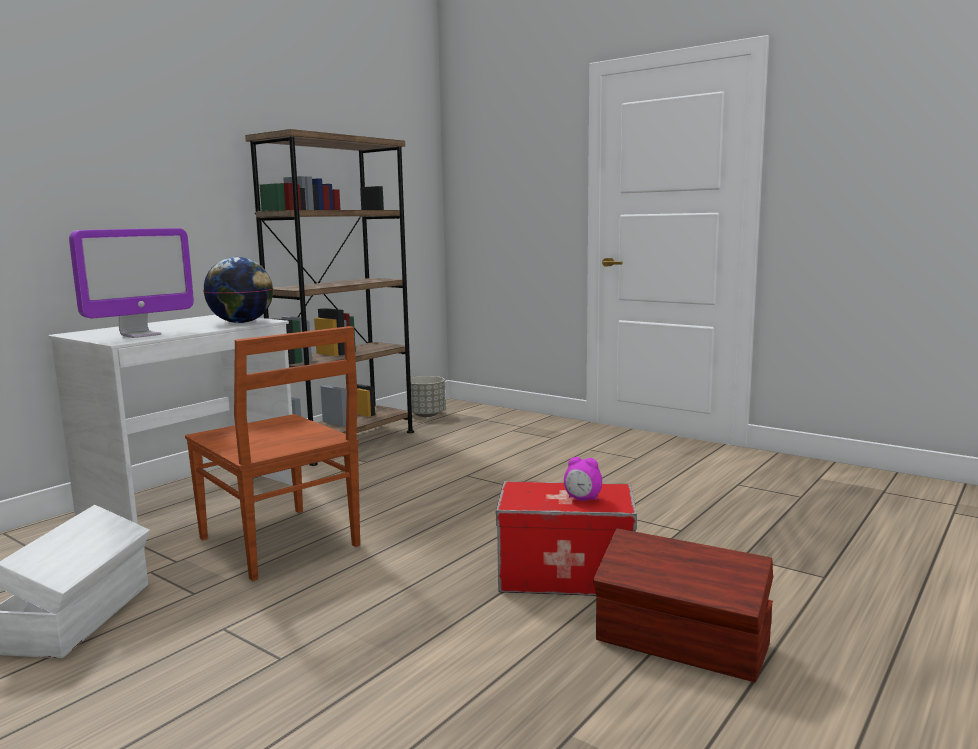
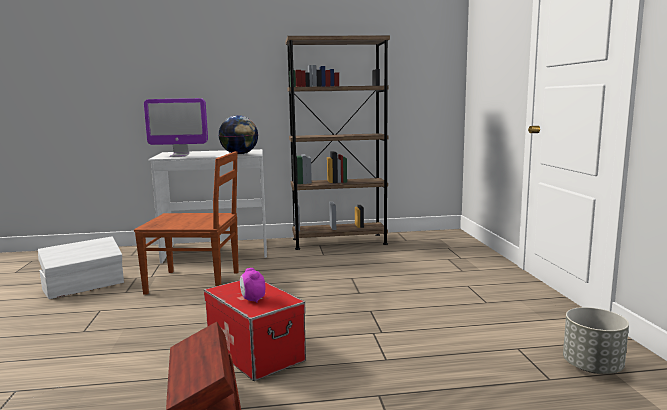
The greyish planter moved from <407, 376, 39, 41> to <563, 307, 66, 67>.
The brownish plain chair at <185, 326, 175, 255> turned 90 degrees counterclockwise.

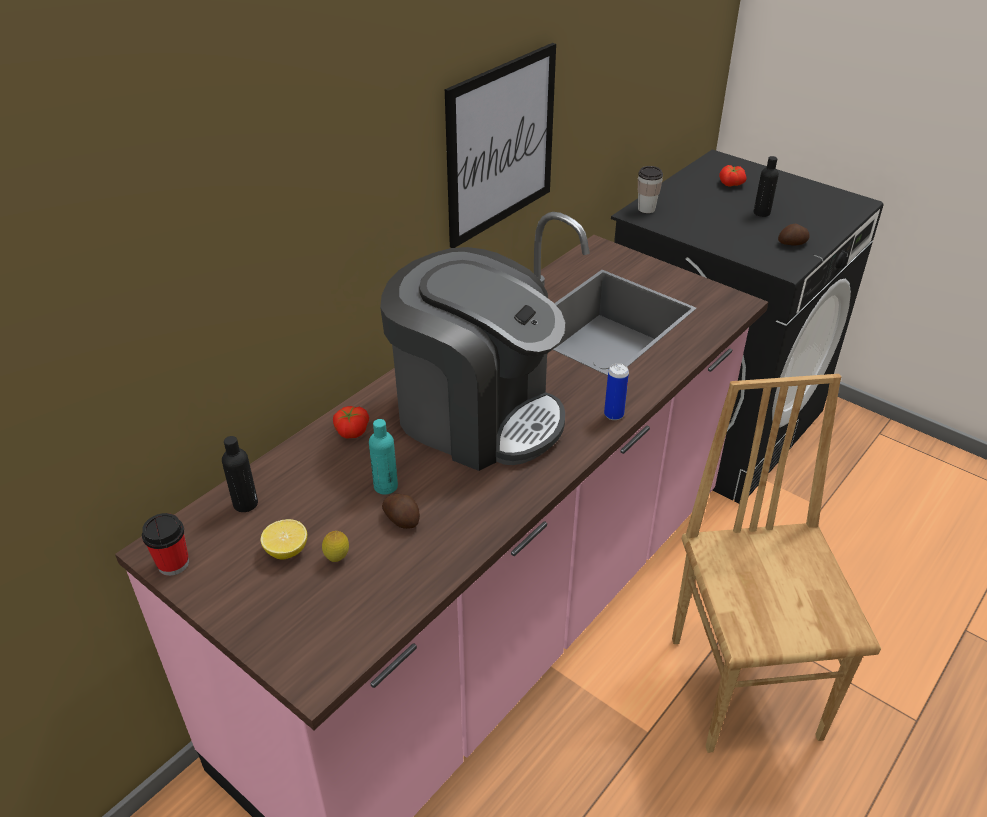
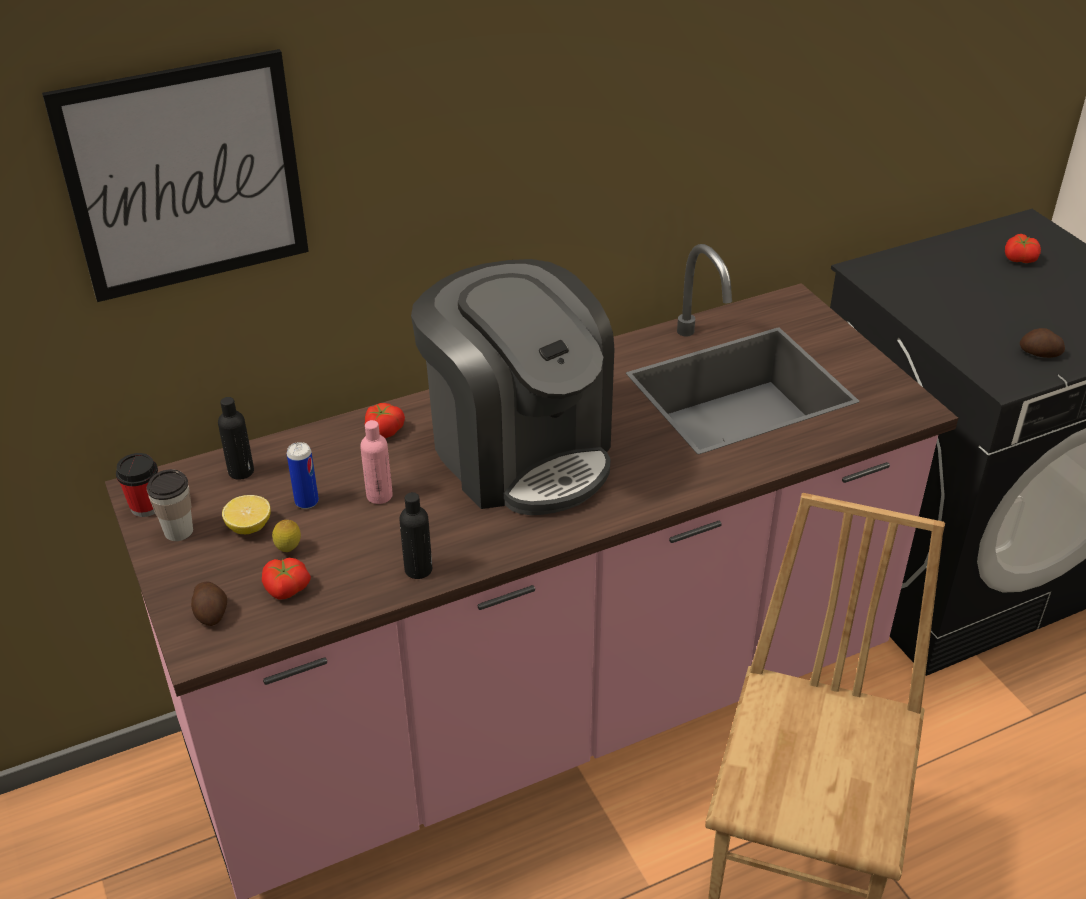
The whole tomato at <262, 558, 49, 42> appeared.
The whole potato moved from <382, 494, 38, 35> to <191, 581, 36, 45>.
The wall picture moved from <445, 43, 111, 205> to <42, 49, 267, 253>.
The can moved from <604, 363, 25, 57> to <287, 442, 32, 67>.
The drinking cup moved from <638, 166, 25, 47> to <147, 469, 46, 72>.
The black-coloured drink bottle moved from <753, 156, 26, 61> to <399, 492, 33, 87>.
The turquoise drink bottle at <369, 419, 29, 76> became the pinkish drink bottle at <360, 420, 33, 84>.

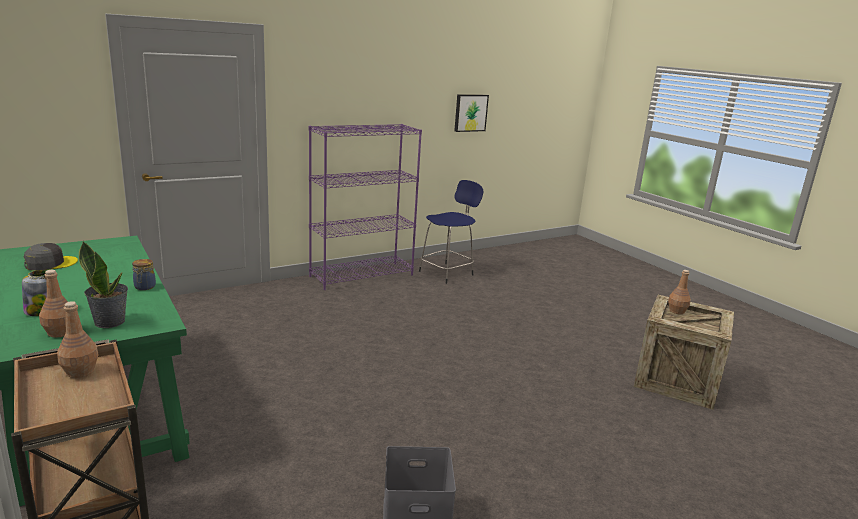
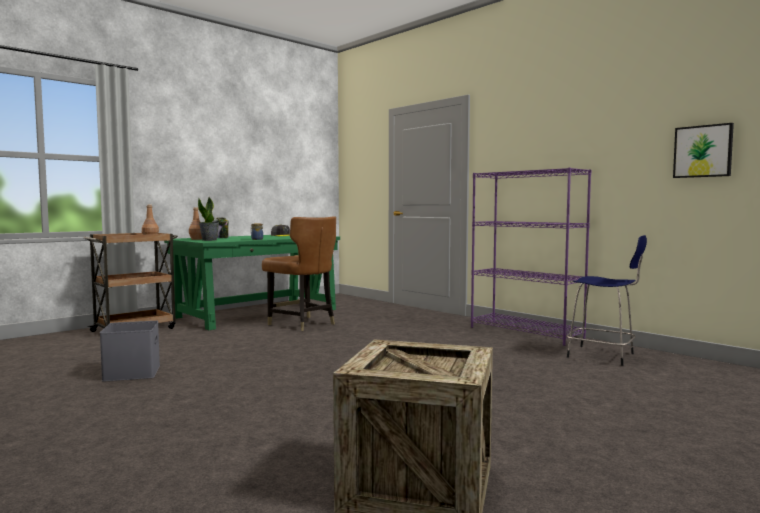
The brownish drink bottle at <668, 270, 23, 44> disappeared.
The brownish plain chair at <262, 216, 74, 115> appeared.

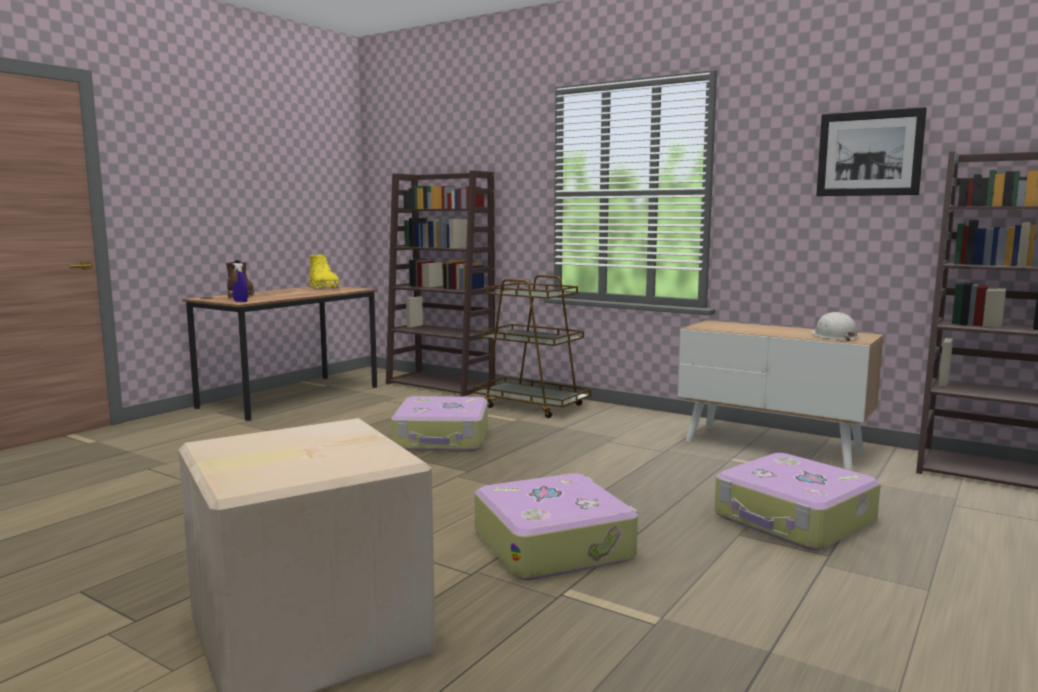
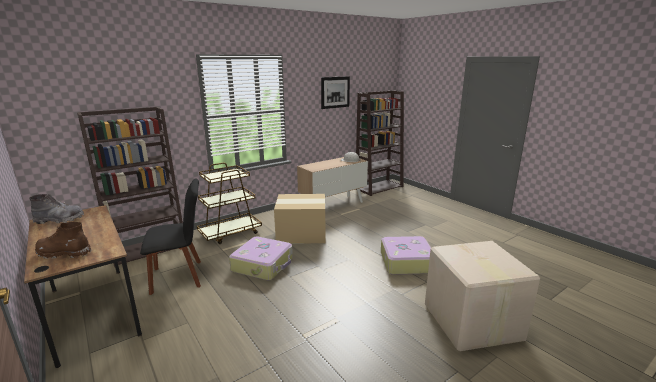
The blue spray bottle at <233, 263, 15, 39> disappeared.
The suitcase at <714, 453, 167, 97> disappeared.
The black-coloured plain chair at <140, 179, 61, 116> appeared.
The packing box at <274, 194, 51, 50> appeared.
The yellow-coloured high-top boot at <309, 254, 31, 35> became the greyish high-top boot at <29, 194, 55, 30>.

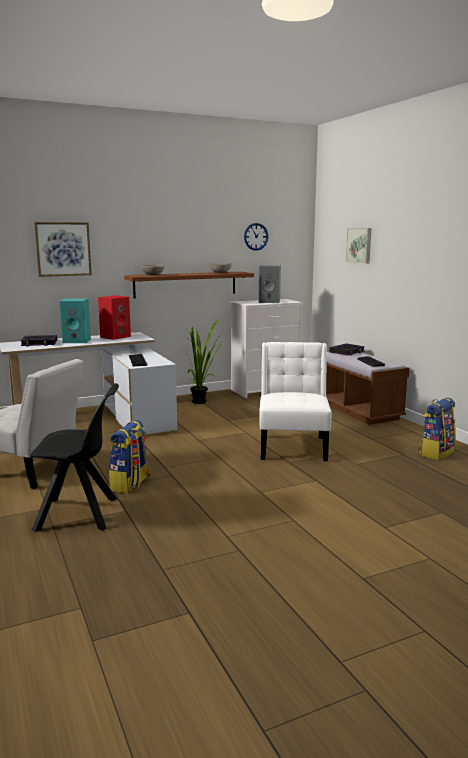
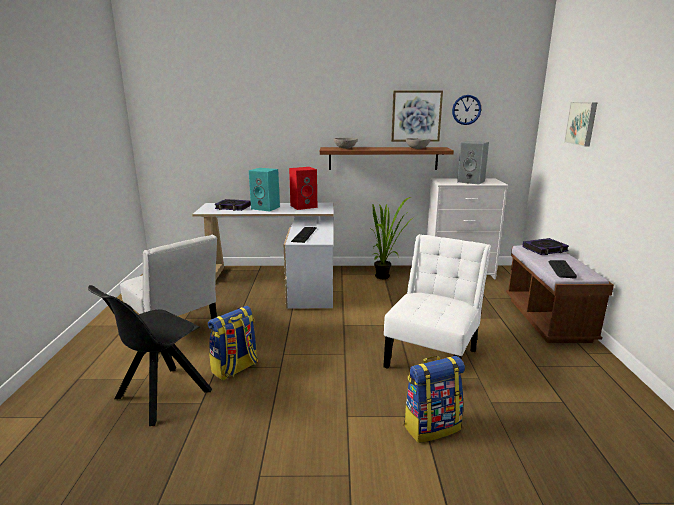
The wall picture moved from <34, 222, 58, 55> to <391, 91, 52, 51>.
The backpack moved from <419, 398, 37, 62> to <404, 356, 61, 87>.
The black-coloured plain chair at <29, 383, 90, 149> turned 105 degrees clockwise.

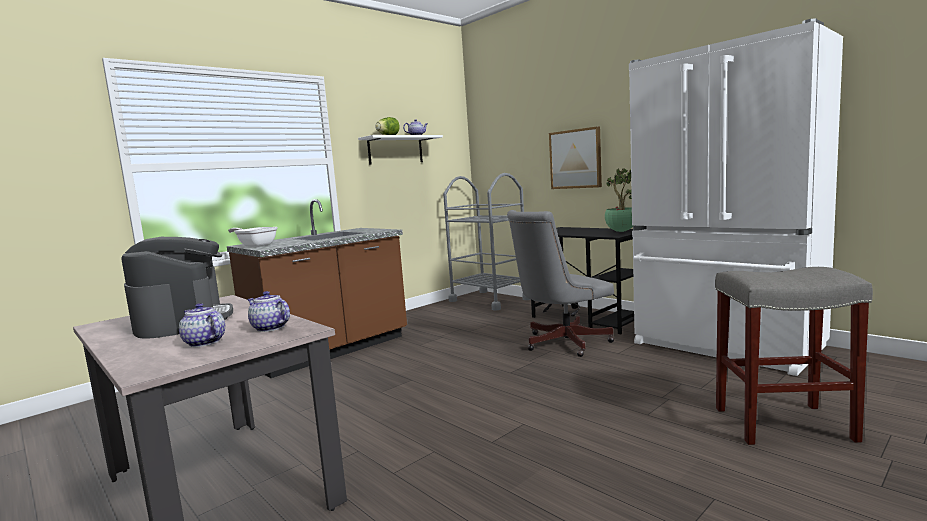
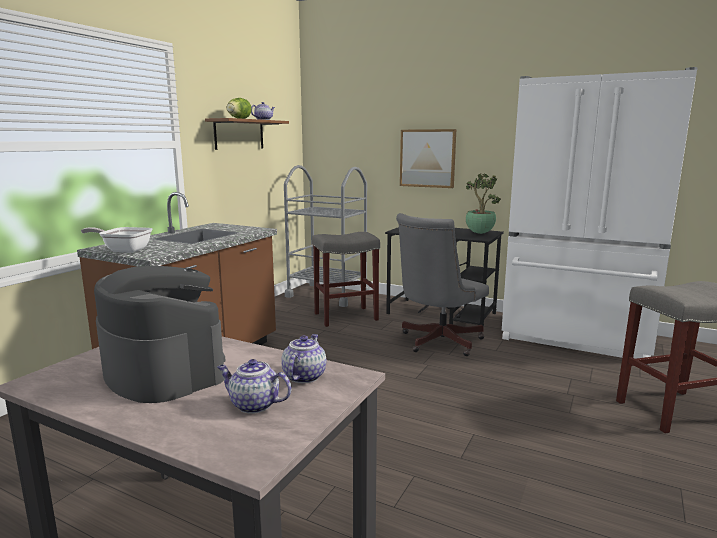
The greyish stool seat at <312, 232, 68, 95> appeared.
The whitish wall shelf at <358, 135, 85, 30> became the brownish wall shelf at <205, 118, 84, 32>.
The tea pot at <247, 291, 43, 41> turned 90 degrees clockwise.

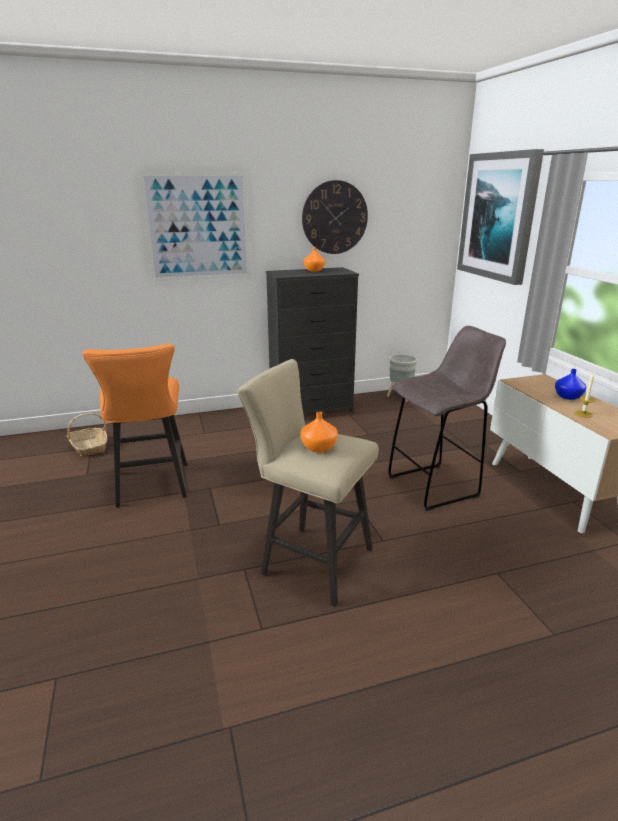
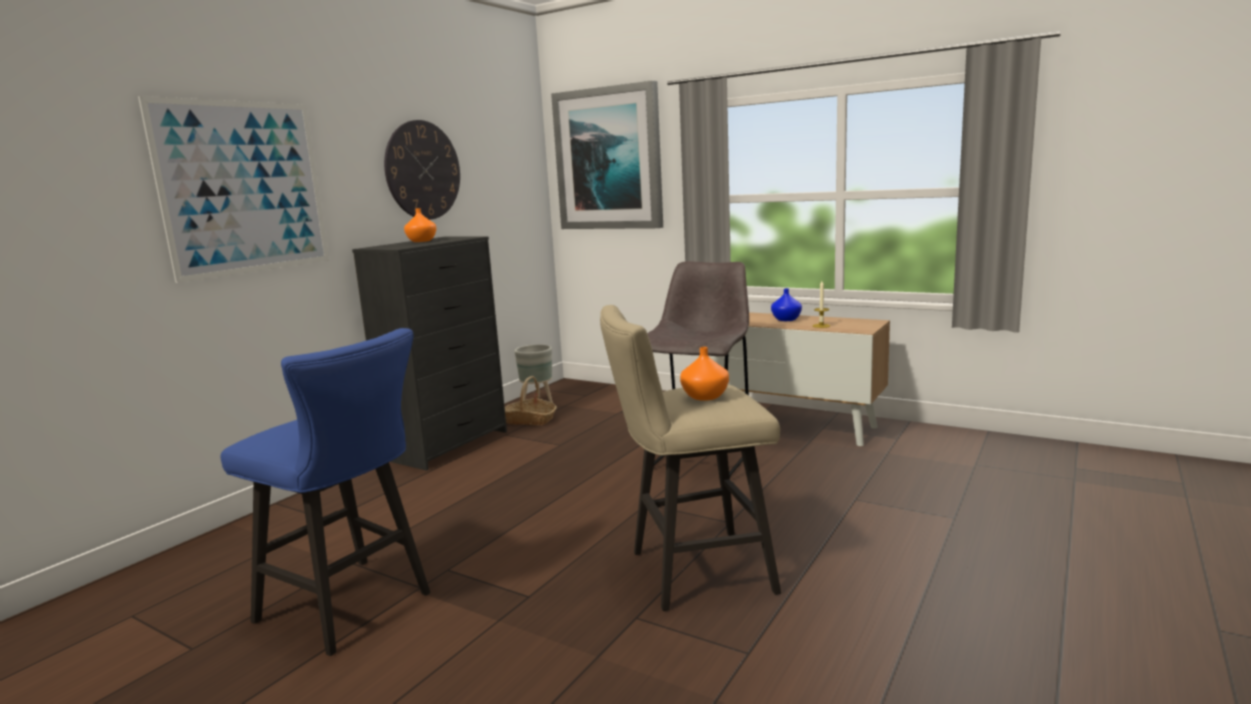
The basket moved from <67, 413, 40, 44> to <505, 376, 52, 50>.
The orange stool seat at <82, 344, 105, 163> became the blue stool seat at <221, 328, 209, 328>.

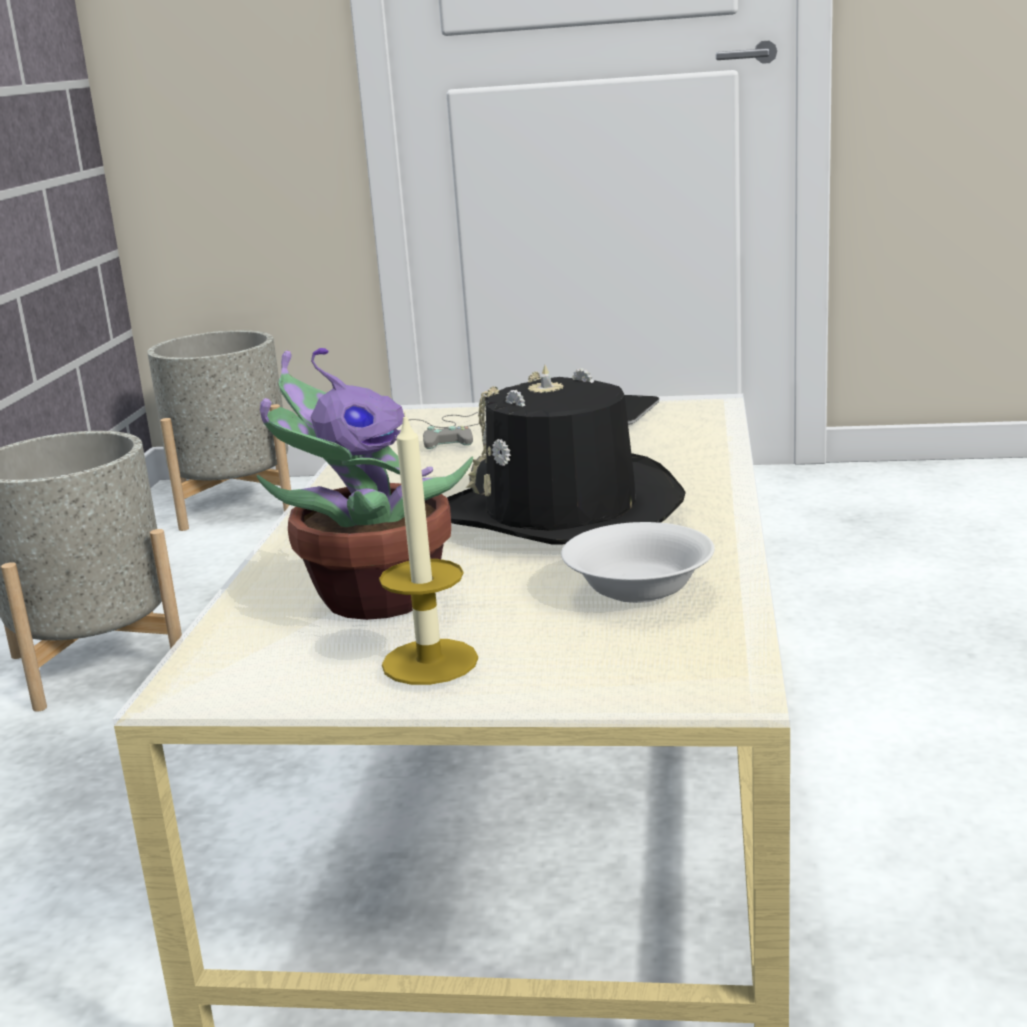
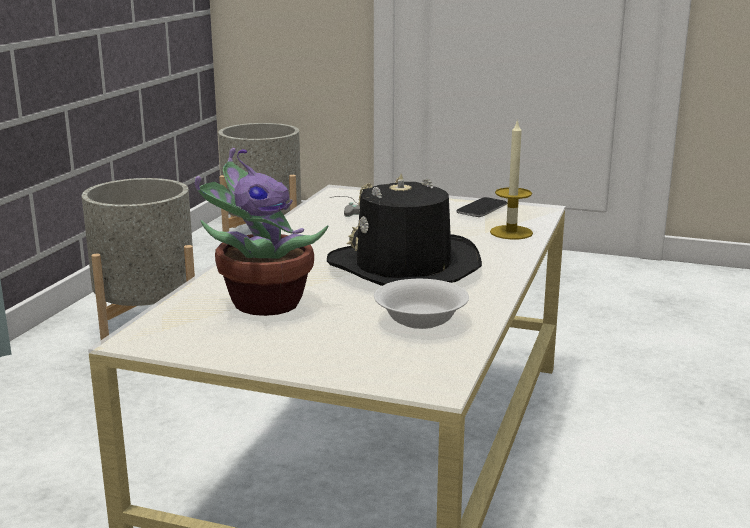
The wax light moved from <379, 411, 99, 274> to <490, 119, 43, 121>.

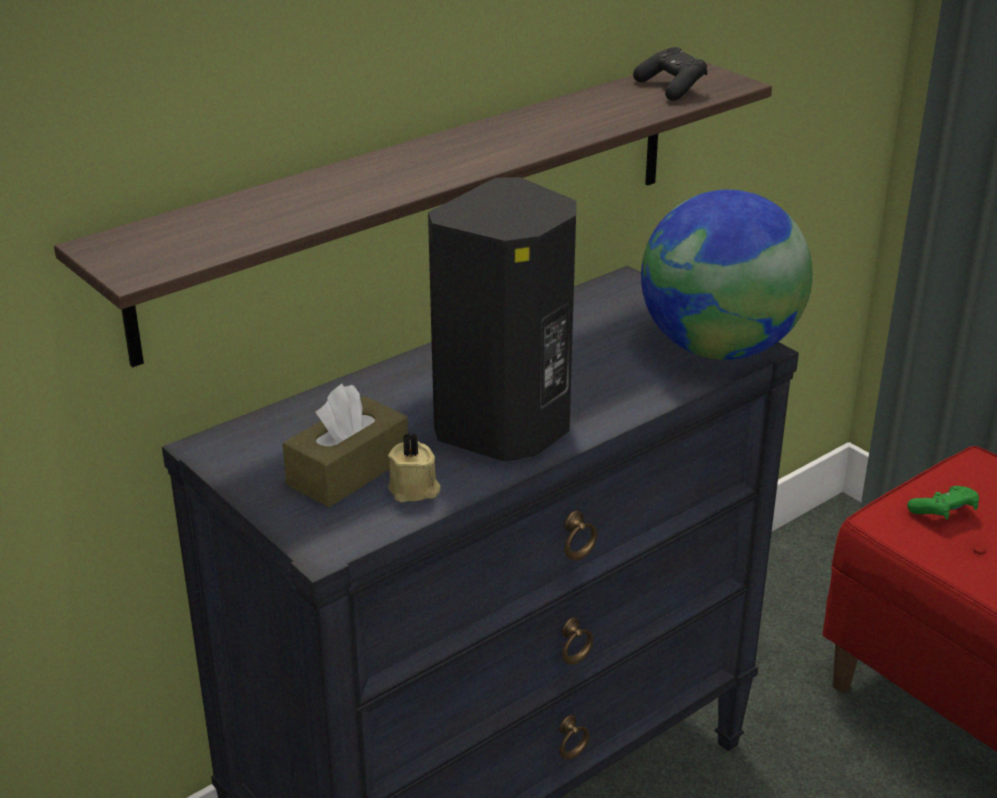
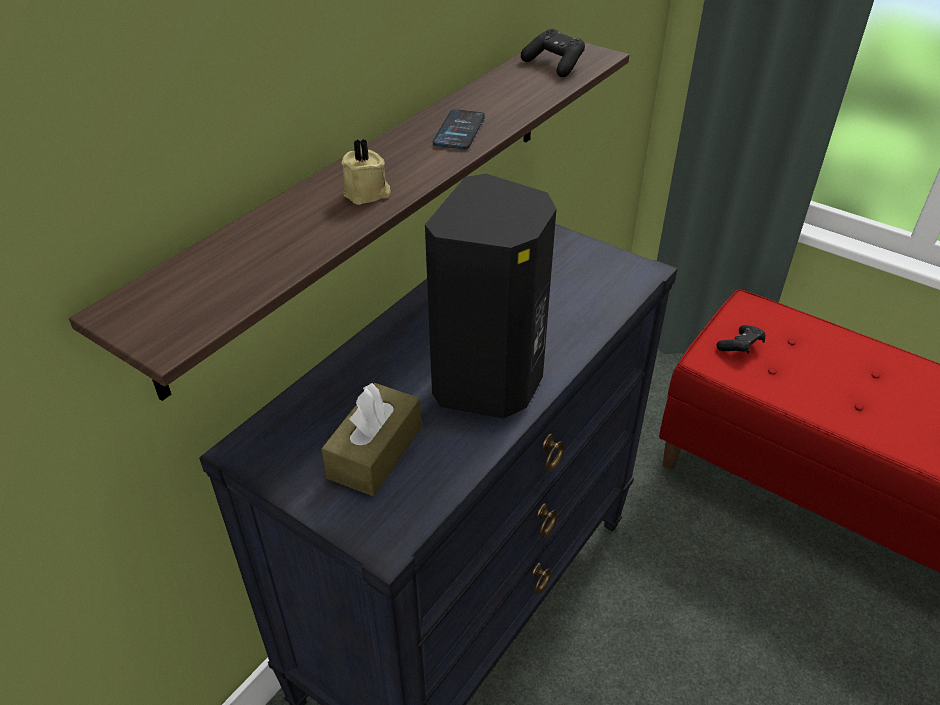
The globe at <641, 190, 172, 170> disappeared.
The telephone at <433, 109, 52, 40> appeared.
The beige-coloured wax light moved from <388, 433, 52, 69> to <341, 139, 50, 66>.
The green gamepad at <907, 486, 72, 33> became the black-coloured gamepad at <716, 325, 50, 29>.

